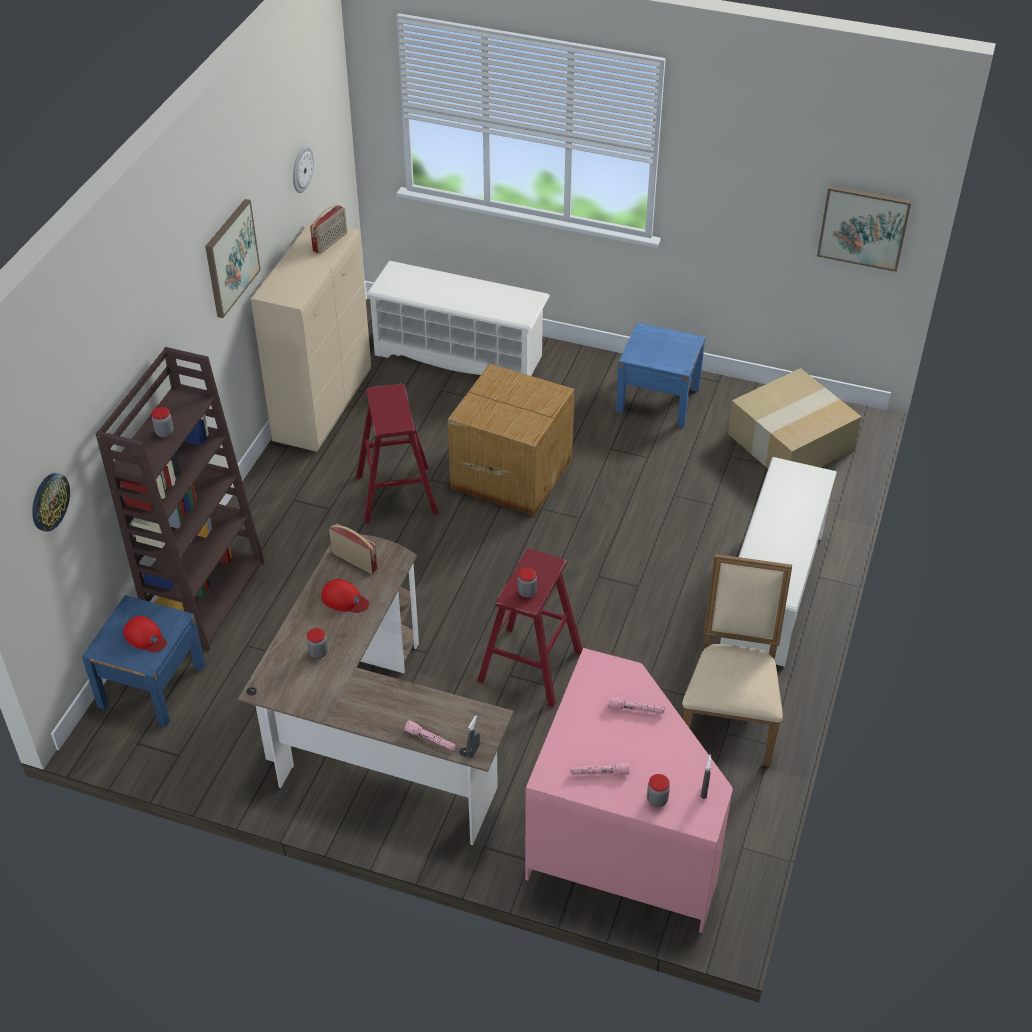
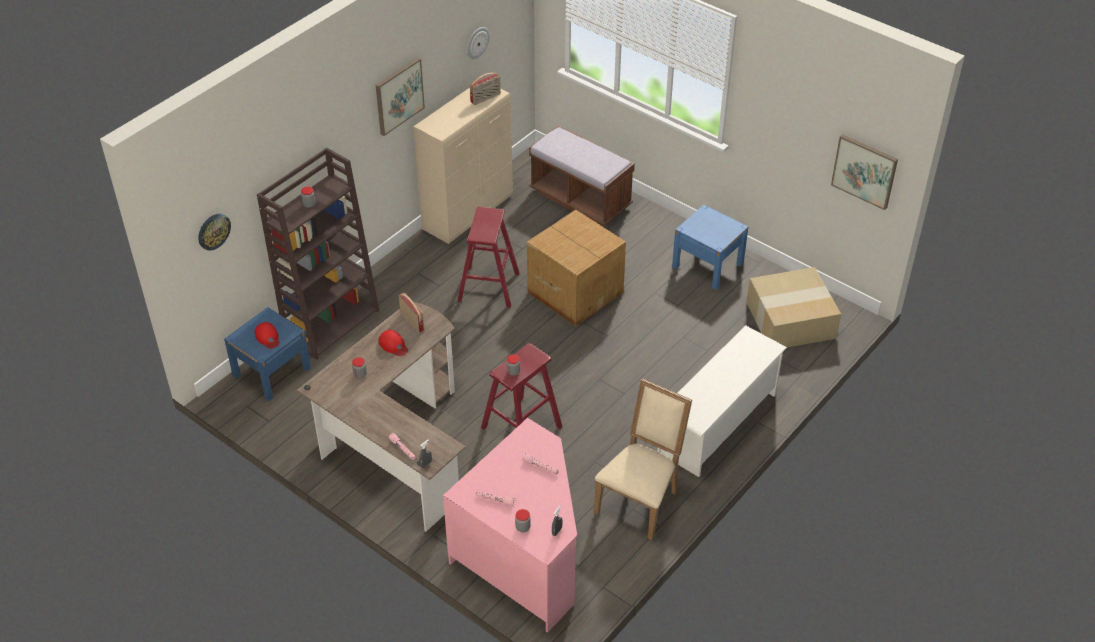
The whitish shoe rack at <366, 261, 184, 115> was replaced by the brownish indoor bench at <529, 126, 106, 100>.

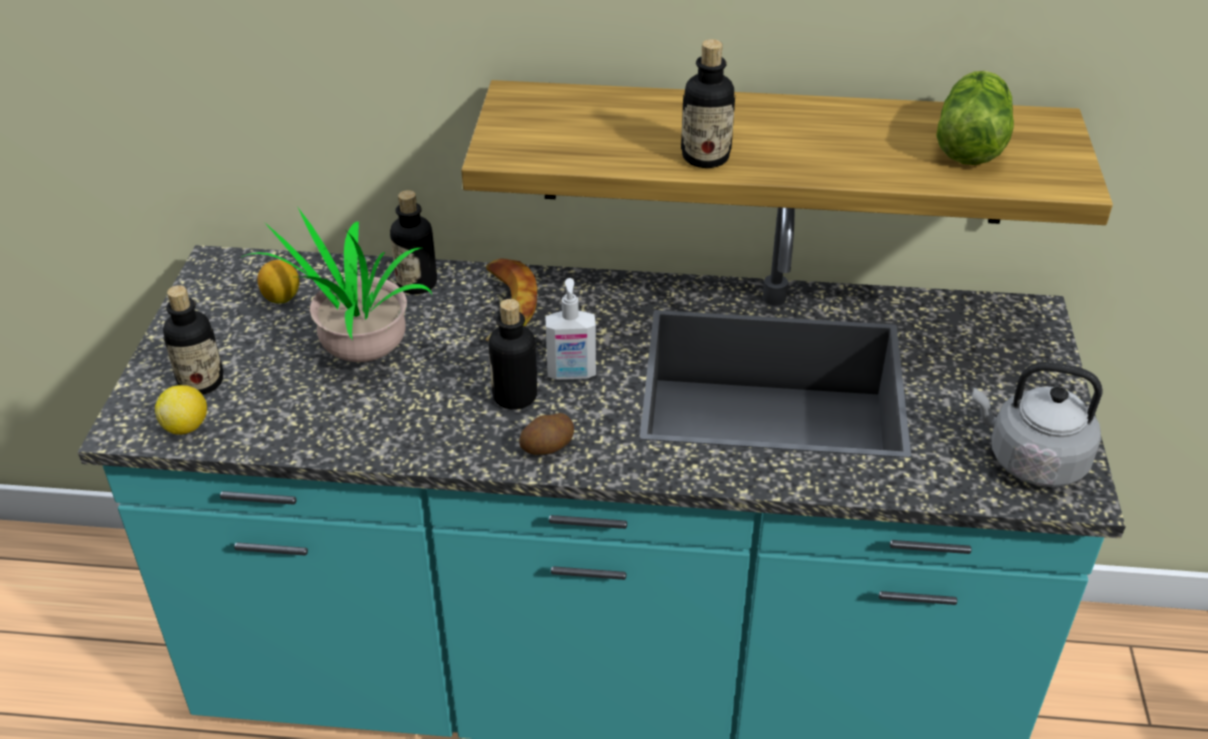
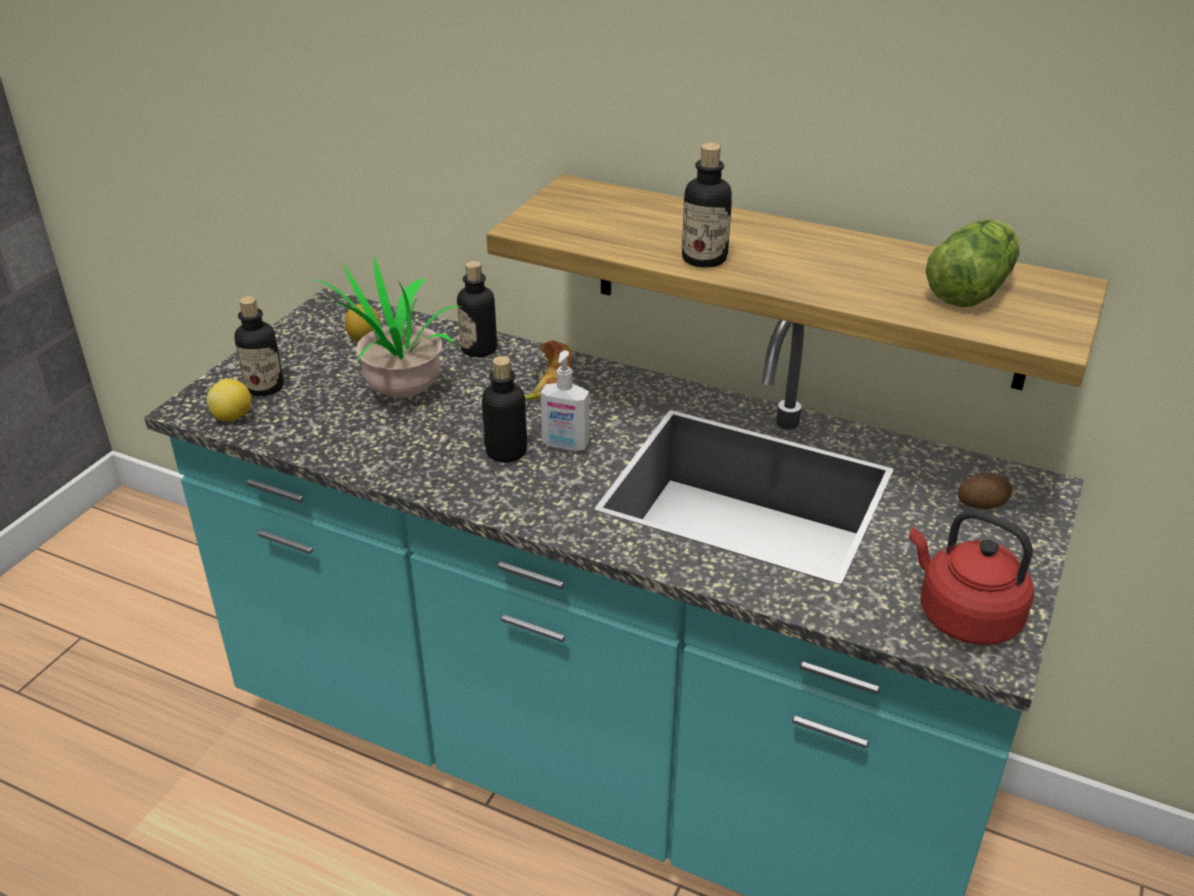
The whole potato moved from <519, 413, 55, 42> to <958, 473, 54, 37>.
The greyish water kettle at <972, 362, 131, 125> became the red-coloured water kettle at <909, 509, 125, 136>.

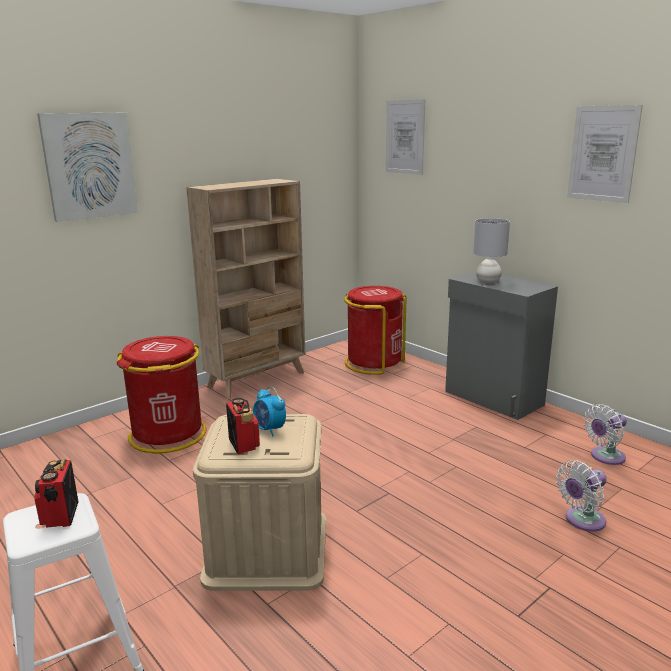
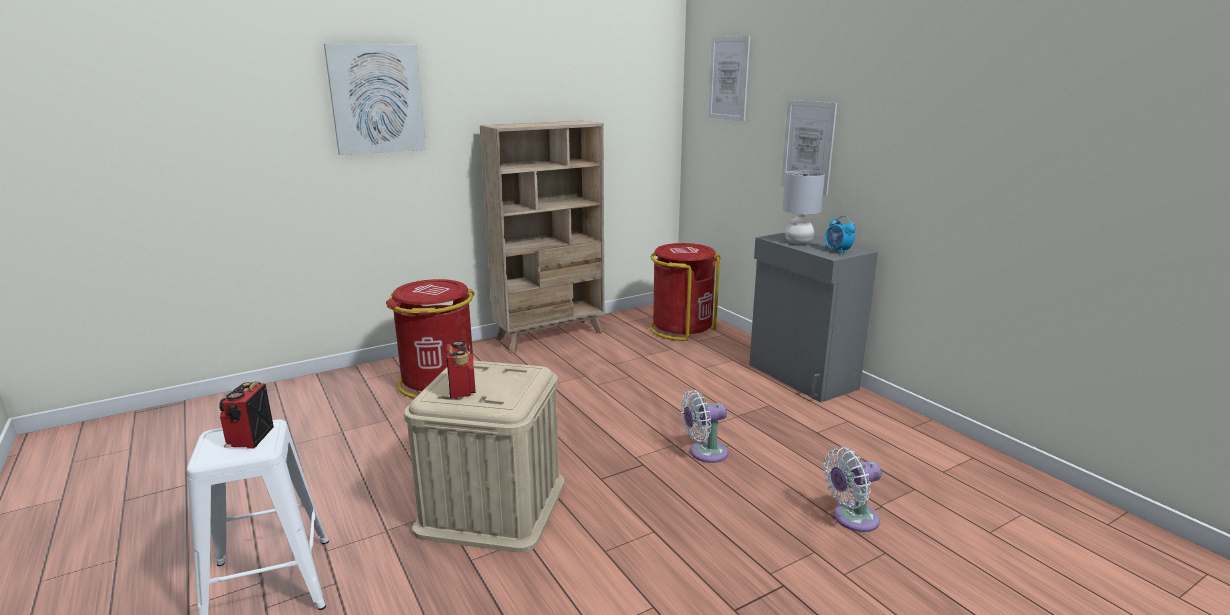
The alarm clock moved from <253, 387, 33, 49> to <825, 216, 31, 39>.
The wall picture moved from <567, 105, 76, 98> to <781, 100, 56, 96>.
The whitish electric fan moved from <584, 404, 43, 61> to <681, 390, 47, 73>.

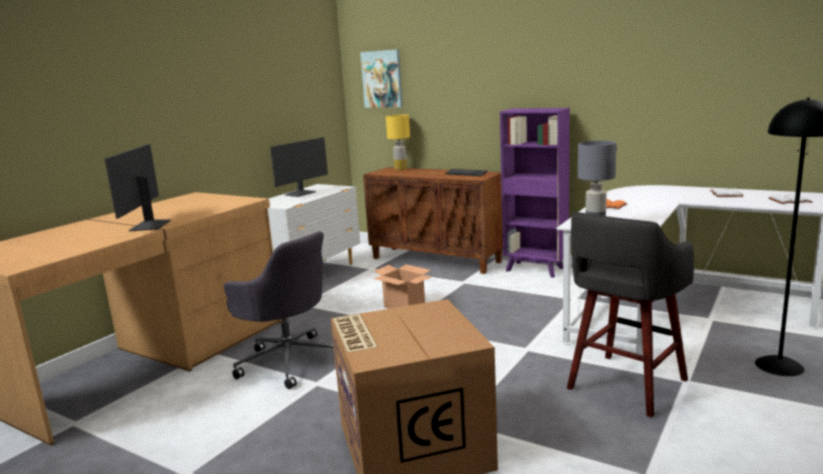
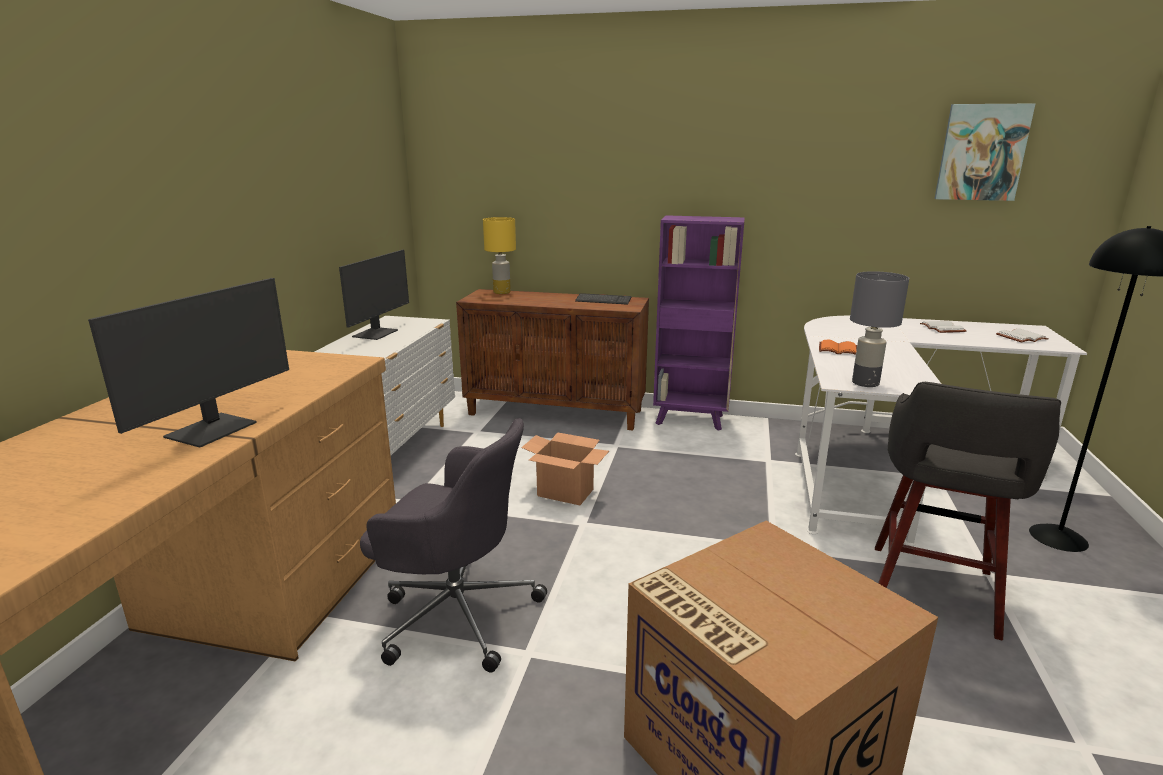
The wall picture moved from <360, 49, 43, 59> to <935, 103, 100, 98>.
The monitor at <105, 144, 66, 87> turned 135 degrees counterclockwise.

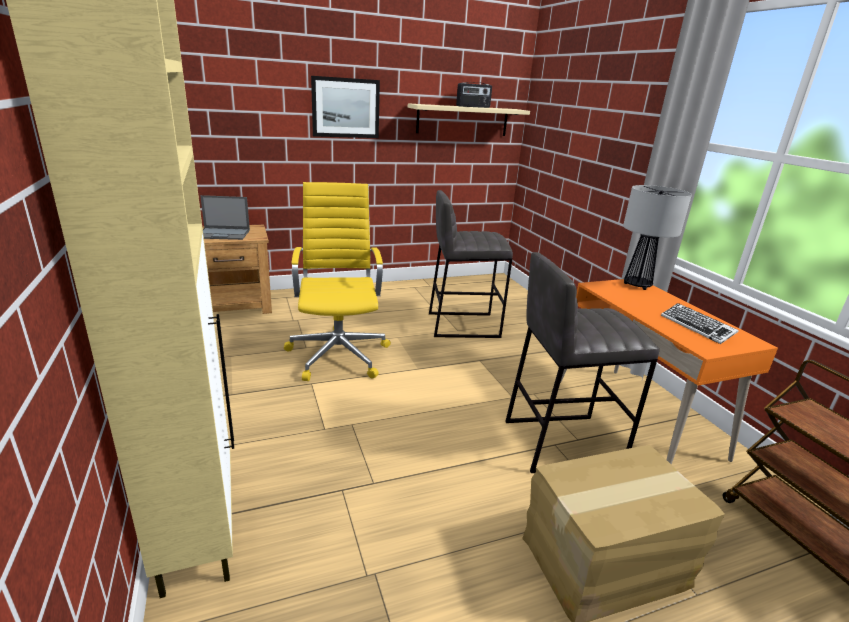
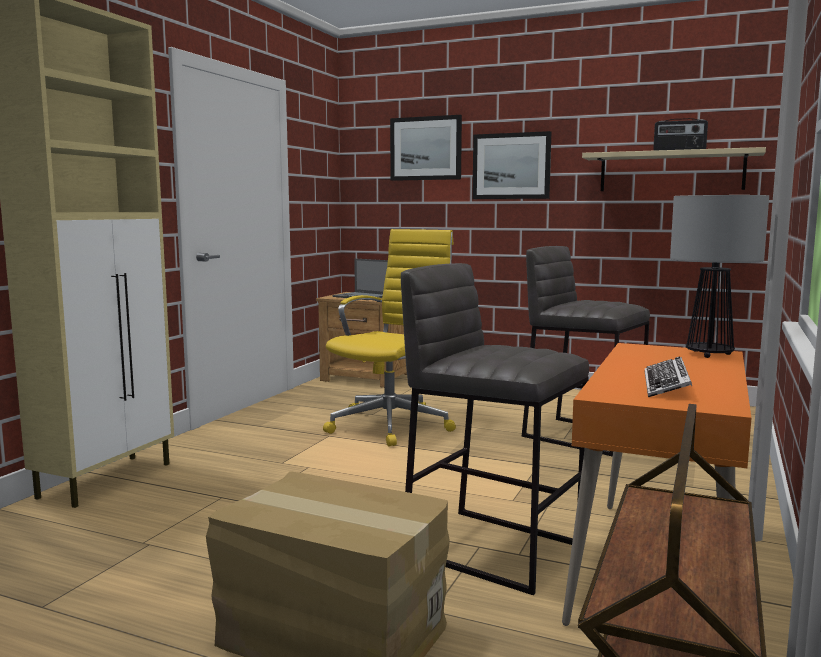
The wall picture at <390, 115, 72, 66> appeared.

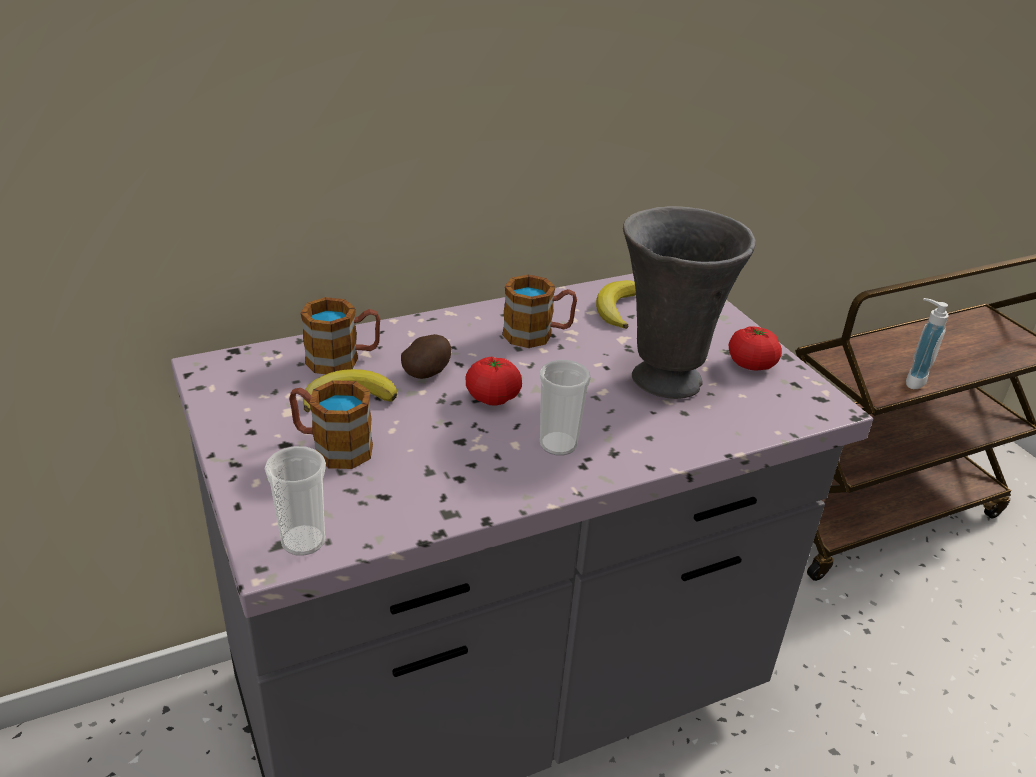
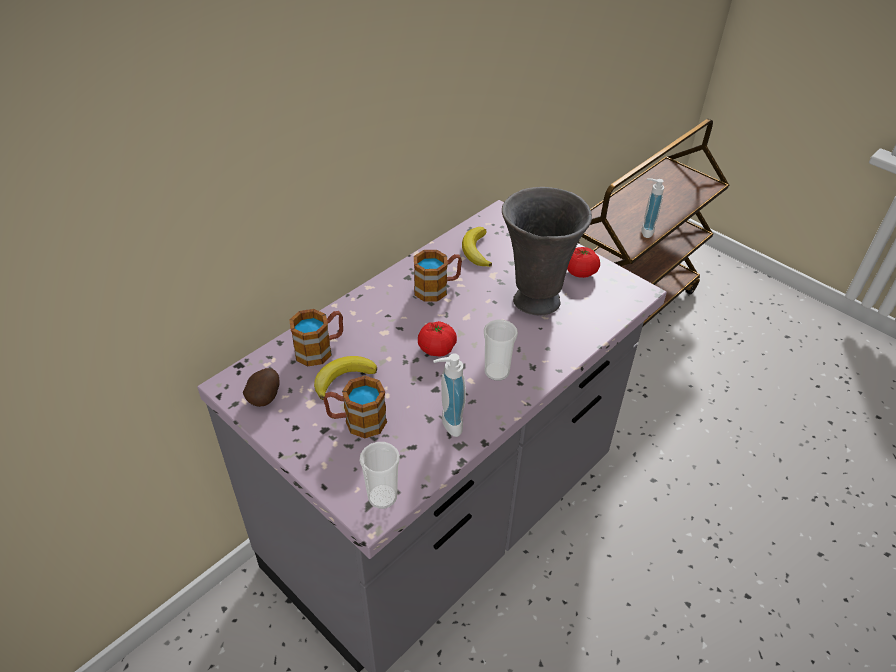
The soap dispenser at <433, 353, 33, 84> appeared.
The whole potato moved from <401, 334, 50, 45> to <243, 368, 37, 39>.

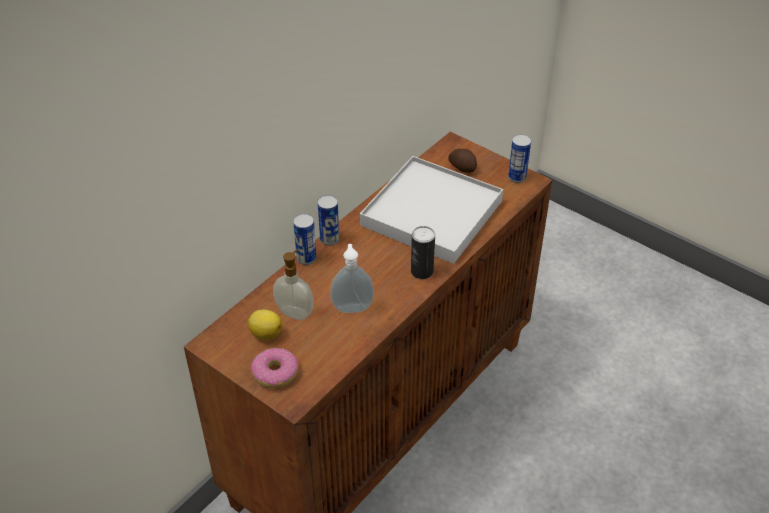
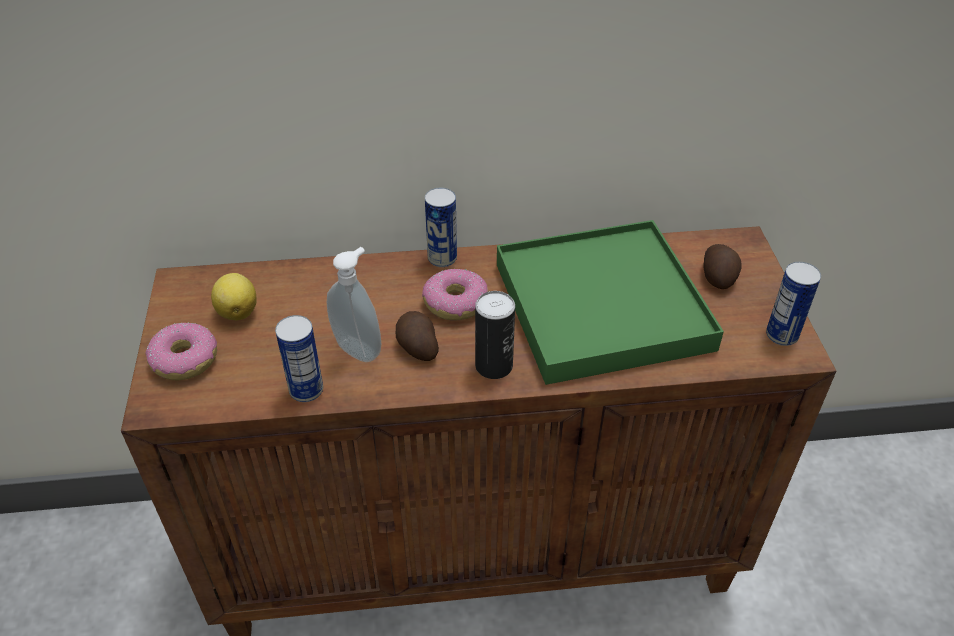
The soap dispenser at <273, 249, 41, 71> disappeared.
The whole potato at <396, 311, 43, 50> appeared.
The donut at <422, 269, 67, 51> appeared.
The can moved from <293, 214, 23, 51> to <275, 315, 48, 87>.
The whitish tray at <360, 156, 143, 108> became the green tray at <497, 220, 227, 165>.

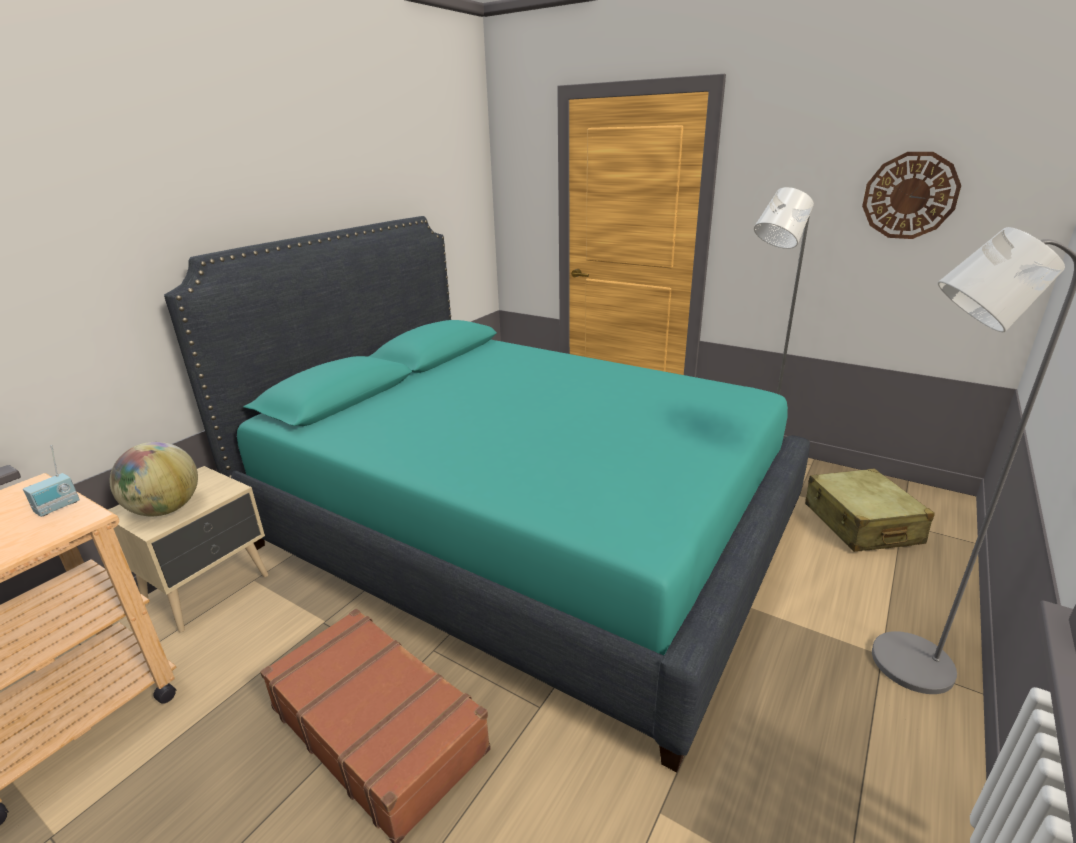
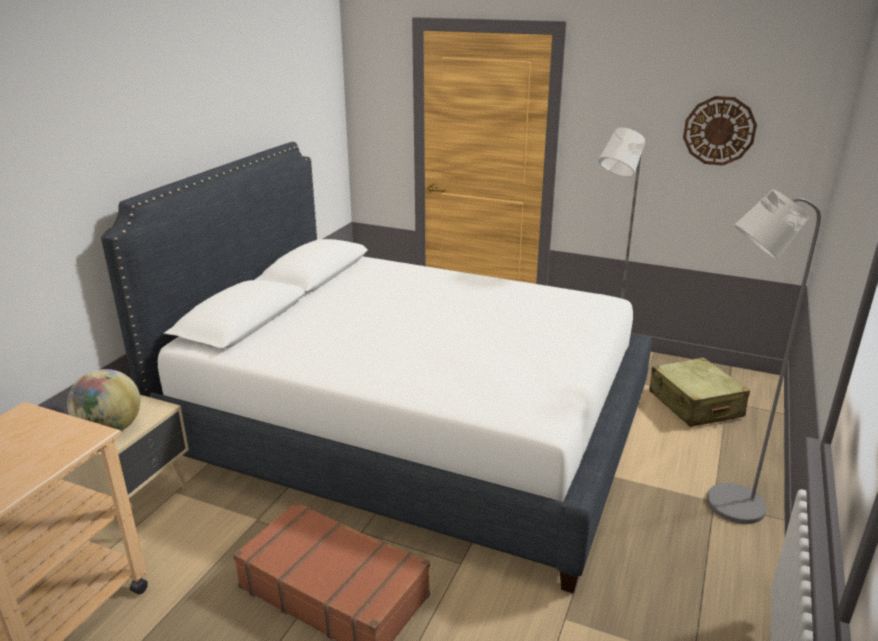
The radio at <23, 445, 57, 72> disappeared.
The turquoise bedroom bed at <164, 216, 646, 556> became the whitish bedroom bed at <101, 142, 551, 451>.

